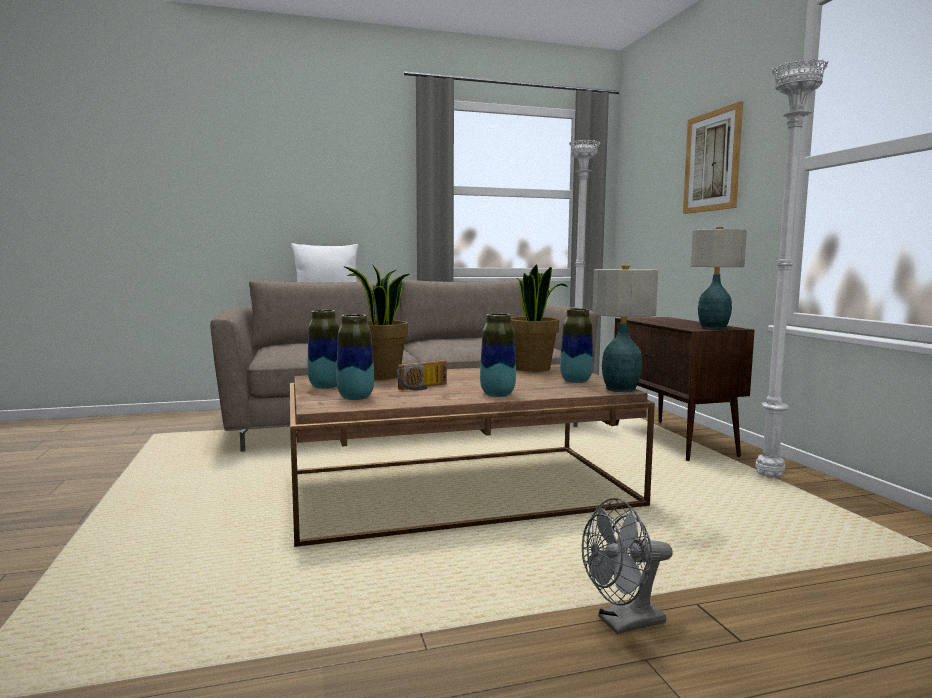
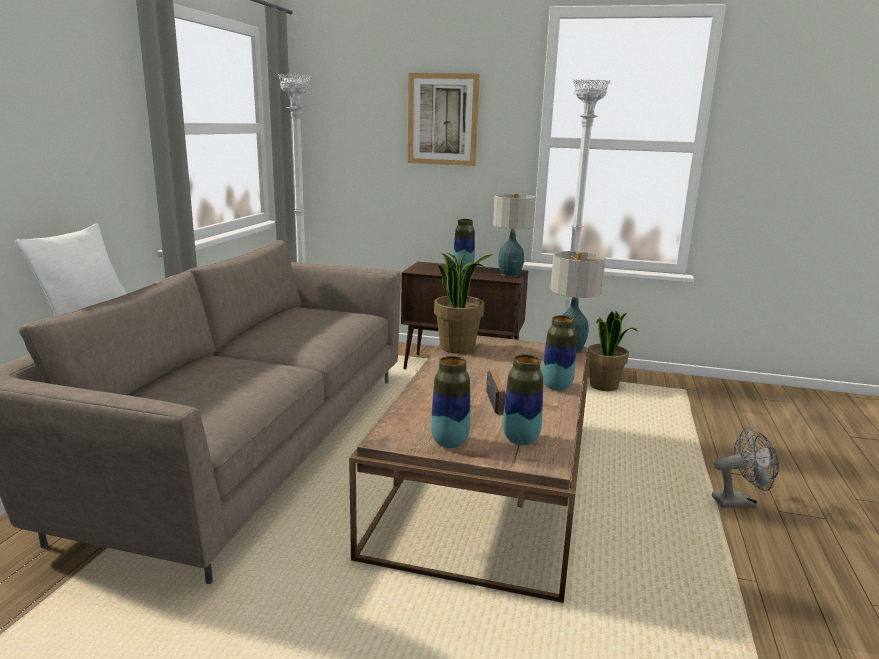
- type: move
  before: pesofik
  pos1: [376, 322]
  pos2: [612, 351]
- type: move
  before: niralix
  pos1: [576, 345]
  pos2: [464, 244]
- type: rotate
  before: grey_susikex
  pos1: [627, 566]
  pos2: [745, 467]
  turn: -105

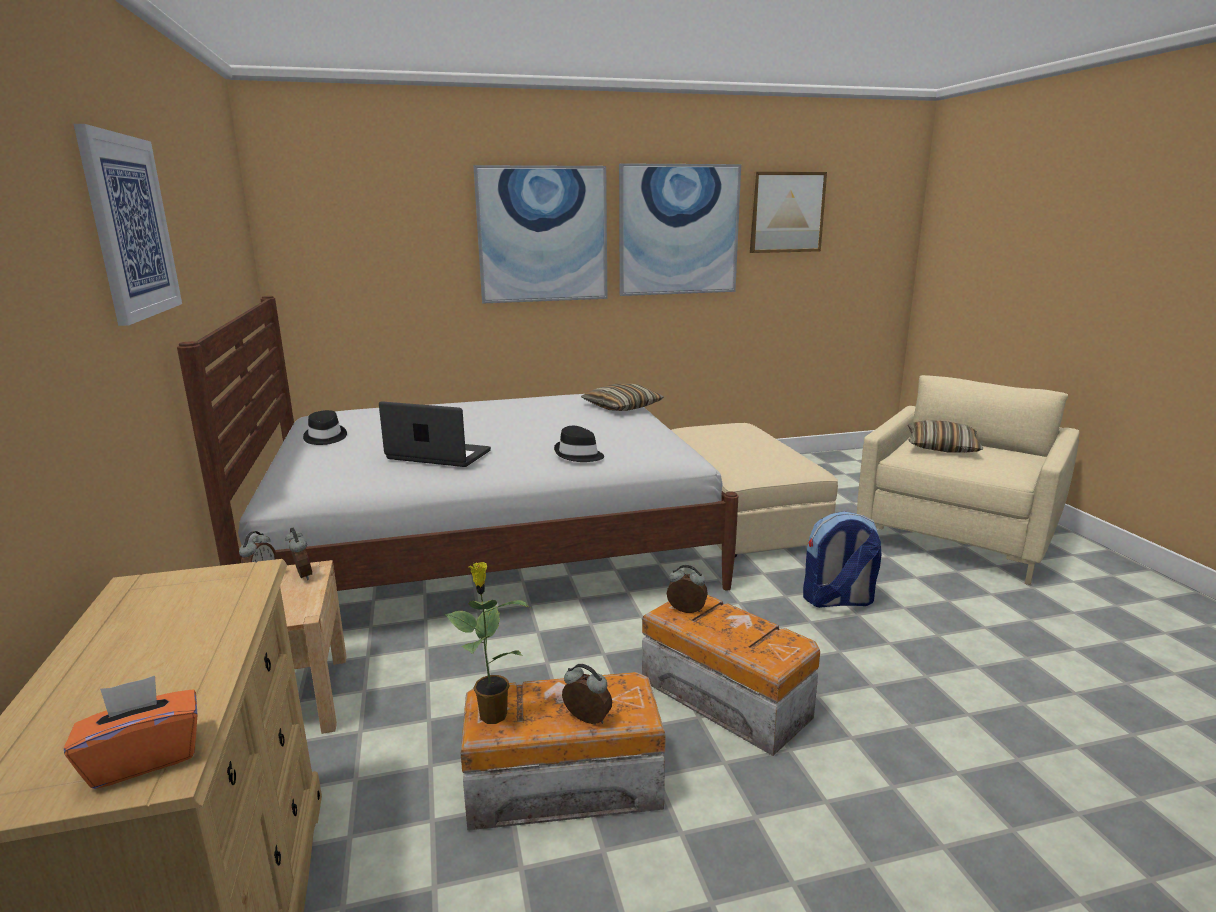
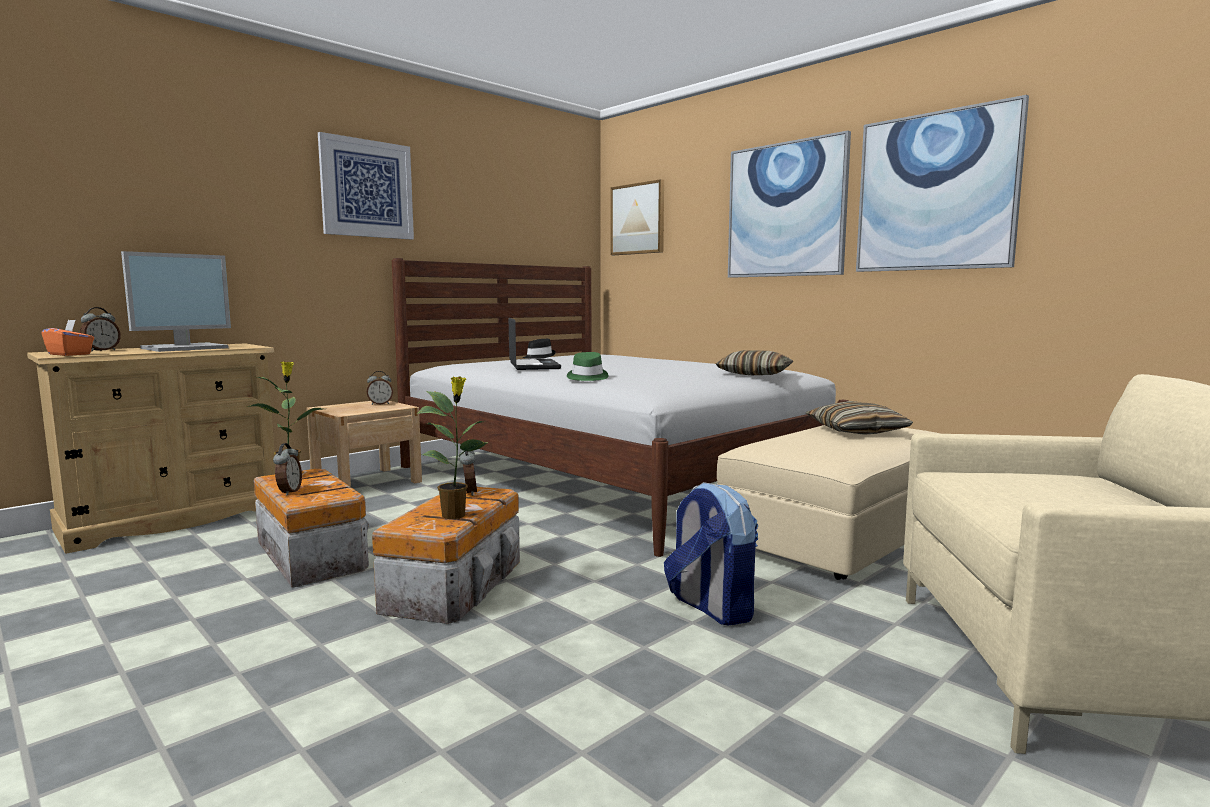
- type: move
  before: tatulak
  pos1: [298, 553]
  pos2: [100, 329]
- type: recolor
  before: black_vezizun
  after: green_vezizun
  pos1: [579, 444]
  pos2: [588, 366]
- type: move
  before: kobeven
  pos1: [788, 212]
  pos2: [637, 217]
- type: move
  before: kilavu
  pos1: [945, 436]
  pos2: [859, 418]
- type: insert
  after: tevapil
  pos2: [176, 301]
- type: insert
  after: pesofik
  pos2: [452, 447]

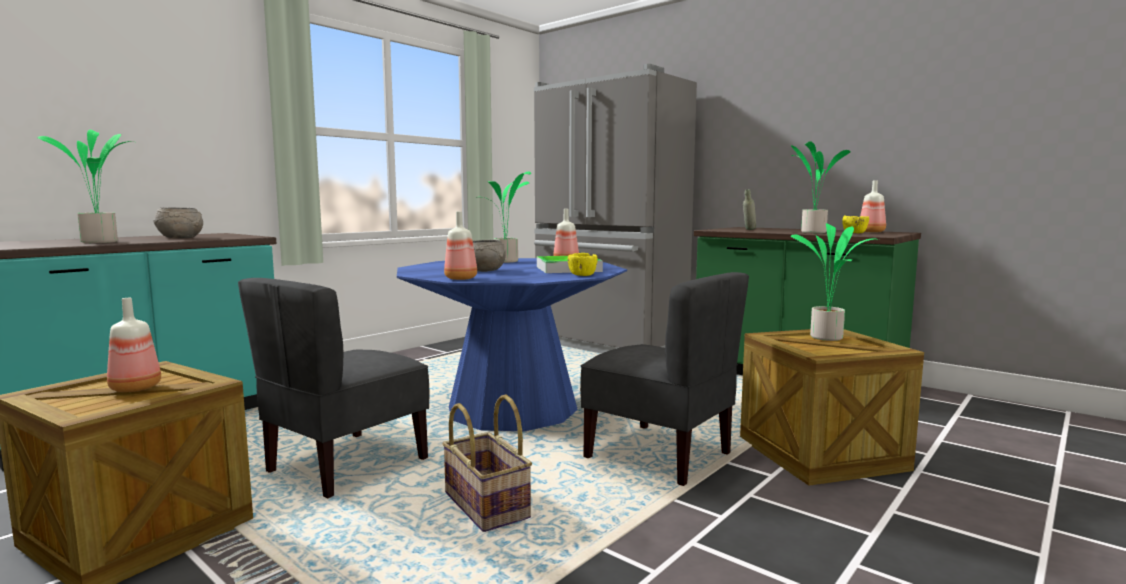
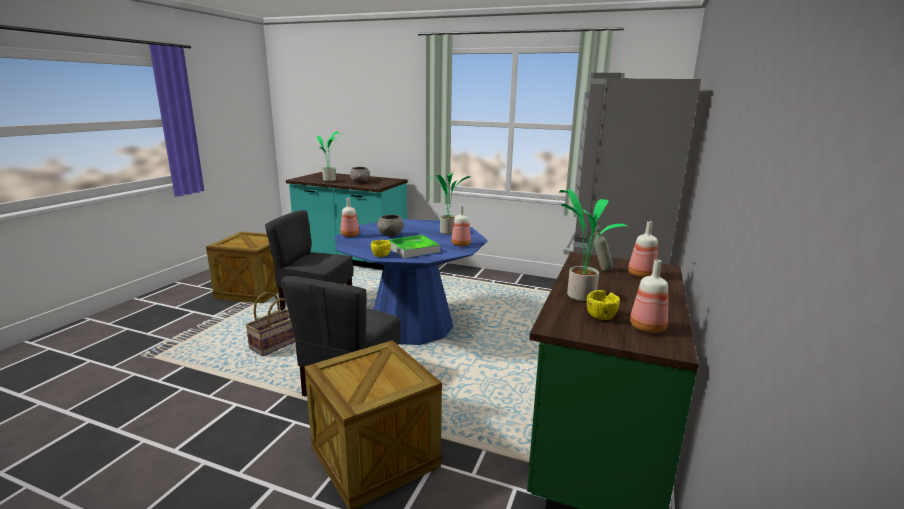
- type: move
  before: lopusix
  pos1: [134, 345]
  pos2: [643, 249]
- type: delete
  before: pesofik
  pos1: [835, 282]

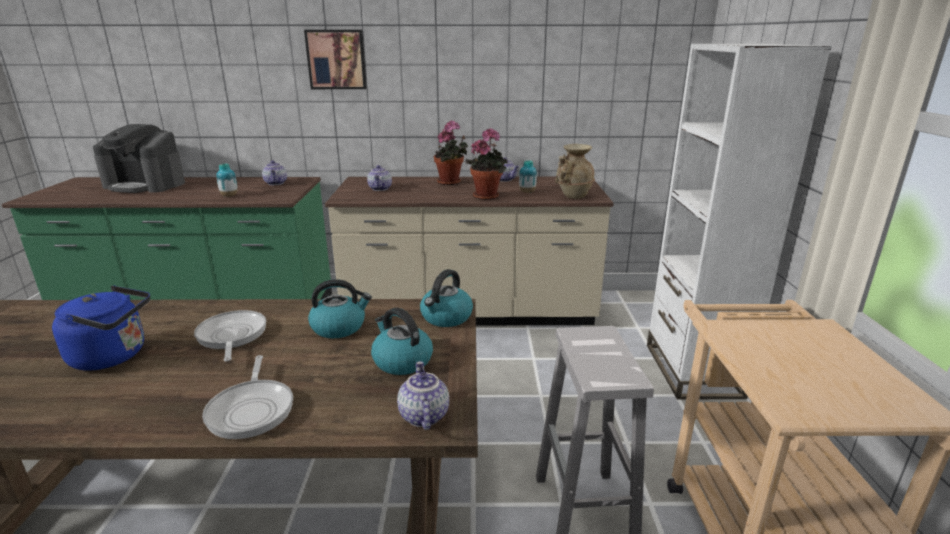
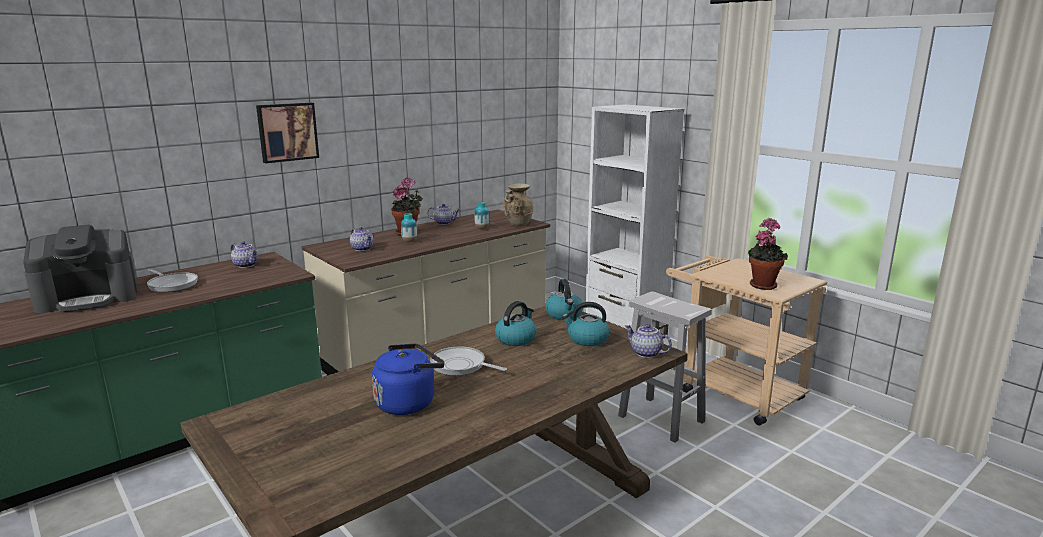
- type: move
  before: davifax
  pos1: [247, 397]
  pos2: [172, 280]
- type: move
  before: niralix
  pos1: [227, 180]
  pos2: [409, 227]
- type: move
  before: pesofik
  pos1: [486, 164]
  pos2: [768, 254]

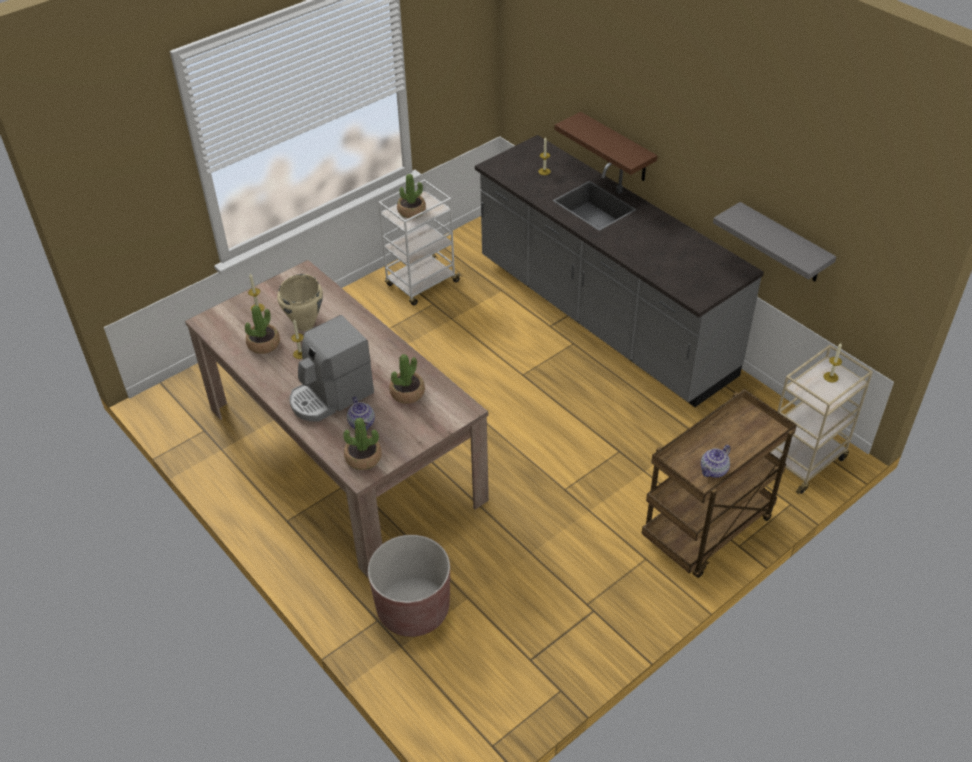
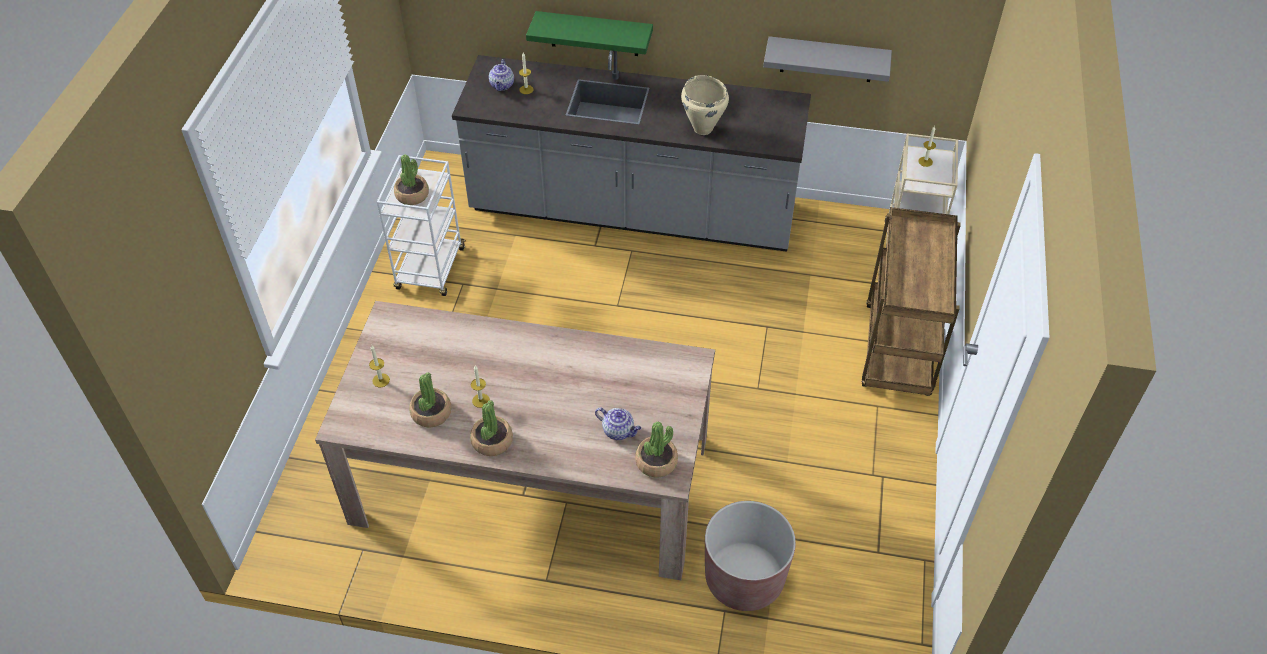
- type: move
  before: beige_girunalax
  pos1: [300, 302]
  pos2: [705, 105]
- type: delete
  before: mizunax
  pos1: [331, 368]
- type: move
  before: pesofik
  pos1: [407, 379]
  pos2: [491, 428]
- type: recolor
  before: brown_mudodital
  after: green_mudodital
  pos1: [606, 146]
  pos2: [589, 33]
- type: move
  before: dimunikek
  pos1: [716, 461]
  pos2: [501, 75]

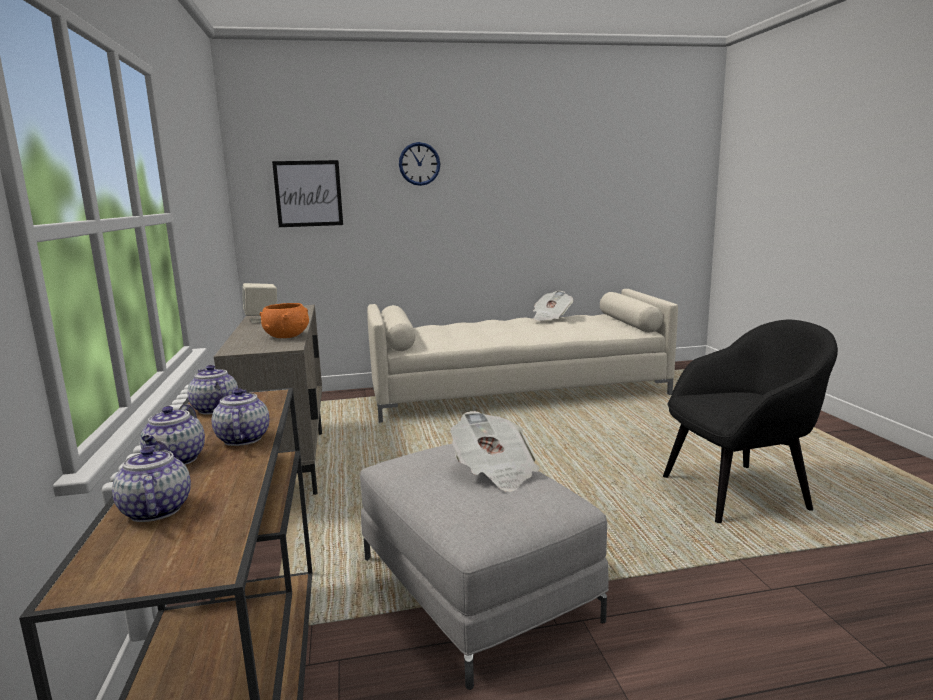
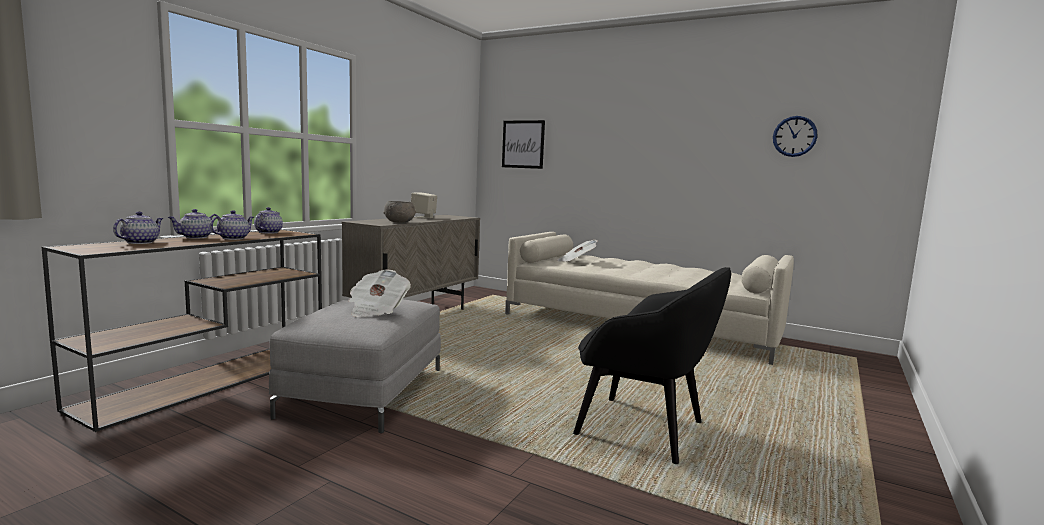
- type: recolor
  before: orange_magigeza
  after: grey_magigeza
  pos1: [284, 320]
  pos2: [399, 212]
- type: move
  before: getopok
  pos1: [419, 164]
  pos2: [795, 136]
- type: move
  before: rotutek
  pos1: [553, 306]
  pos2: [577, 251]

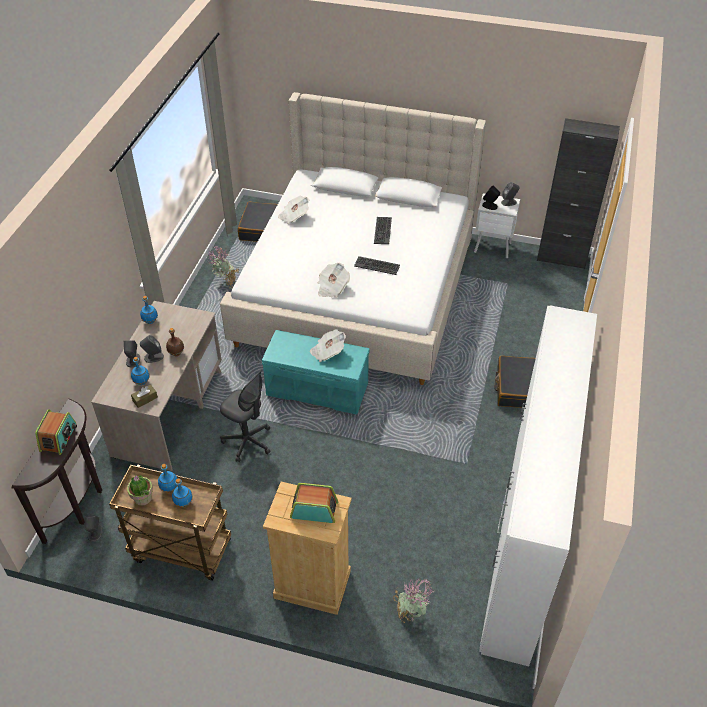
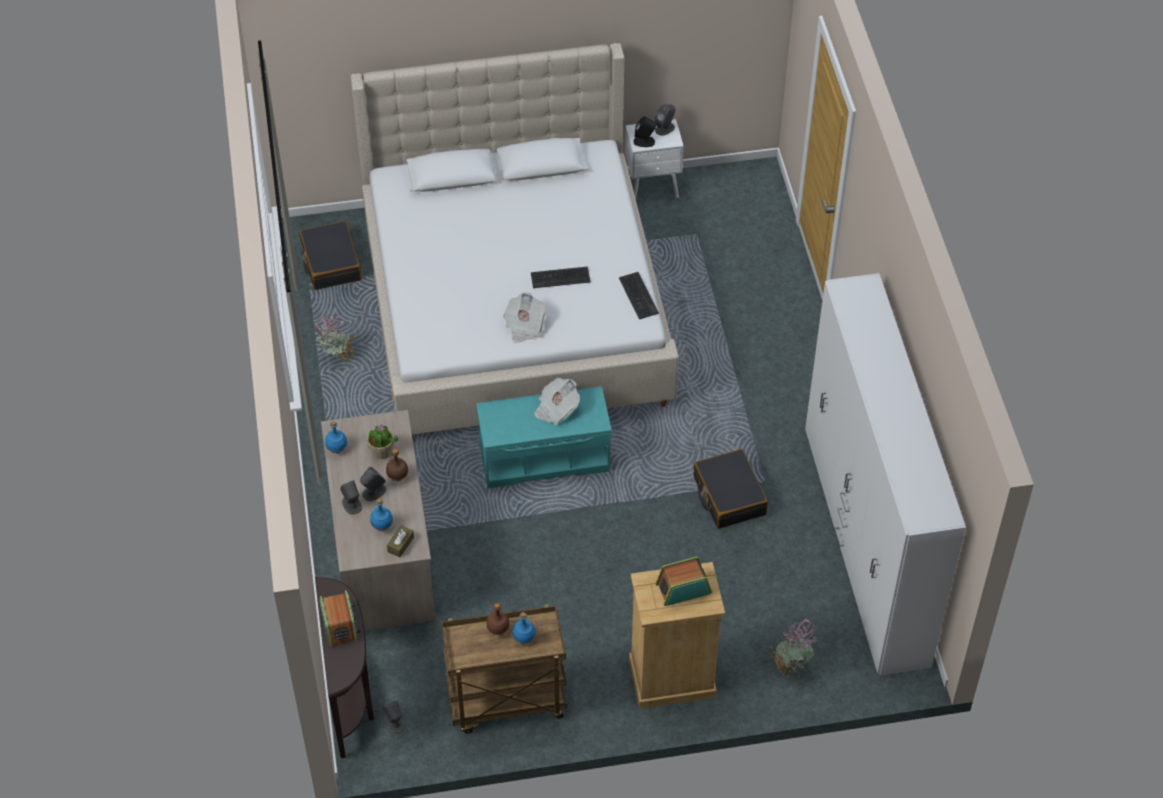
- type: move
  before: pesofik
  pos1: [140, 490]
  pos2: [382, 442]
- type: recolor
  before: blue_lopusix
  after: brown_lopusix
  pos1: [168, 478]
  pos2: [498, 619]
- type: delete
  before: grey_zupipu
  pos1: [245, 416]
- type: delete
  before: rotutek
  pos1: [294, 209]
- type: move
  before: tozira
  pos1: [383, 230]
  pos2: [639, 295]
- type: move
  before: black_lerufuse
  pos1: [515, 382]
  pos2: [730, 489]
- type: delete
  before: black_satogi
  pos1: [578, 193]

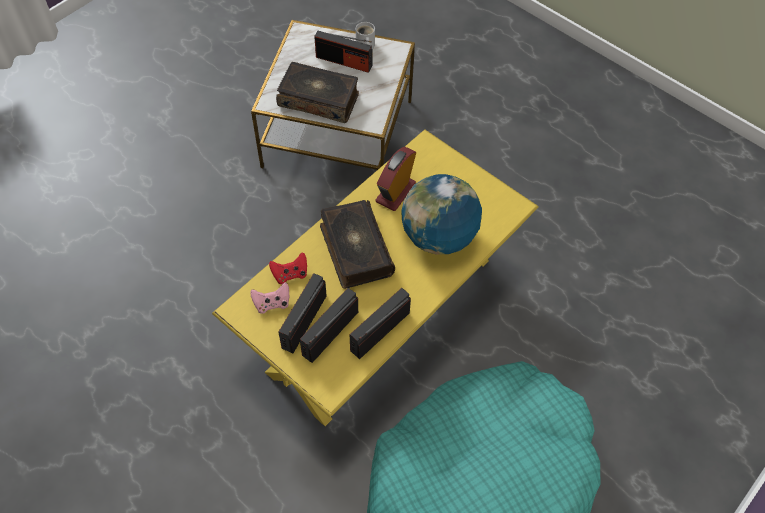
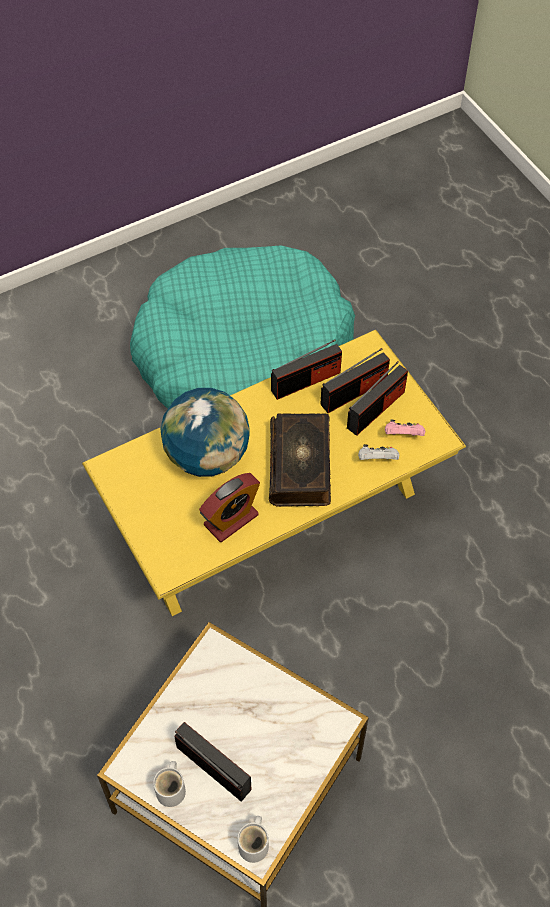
- type: recolor
  before: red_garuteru
  after: white_garuteru
  pos1: [288, 268]
  pos2: [378, 452]
- type: delete
  before: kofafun
  pos1: [317, 92]
- type: insert
  after: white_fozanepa
  pos2: [253, 839]

